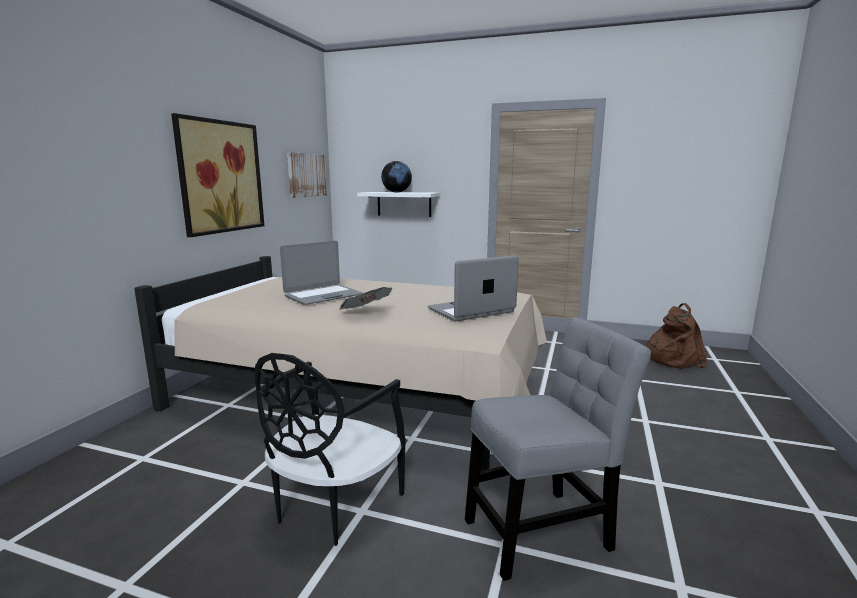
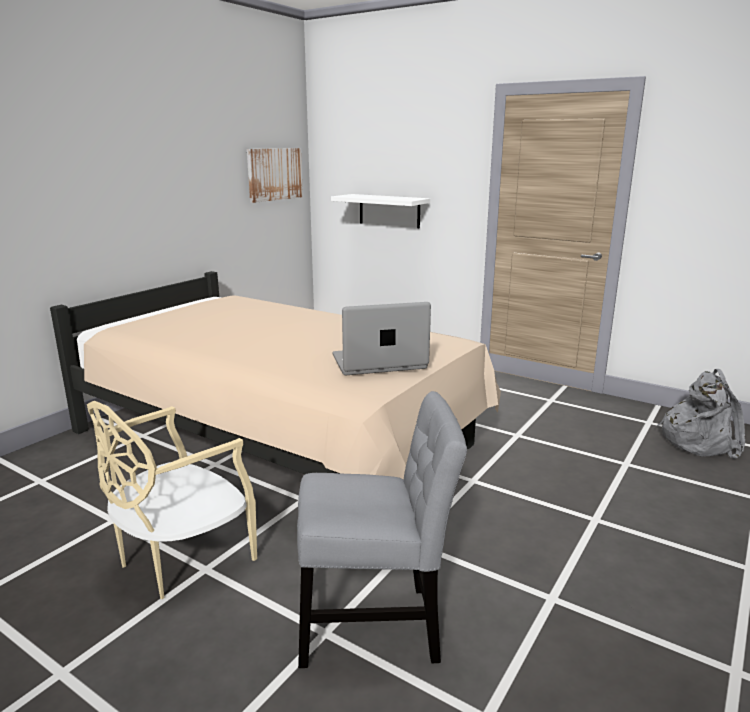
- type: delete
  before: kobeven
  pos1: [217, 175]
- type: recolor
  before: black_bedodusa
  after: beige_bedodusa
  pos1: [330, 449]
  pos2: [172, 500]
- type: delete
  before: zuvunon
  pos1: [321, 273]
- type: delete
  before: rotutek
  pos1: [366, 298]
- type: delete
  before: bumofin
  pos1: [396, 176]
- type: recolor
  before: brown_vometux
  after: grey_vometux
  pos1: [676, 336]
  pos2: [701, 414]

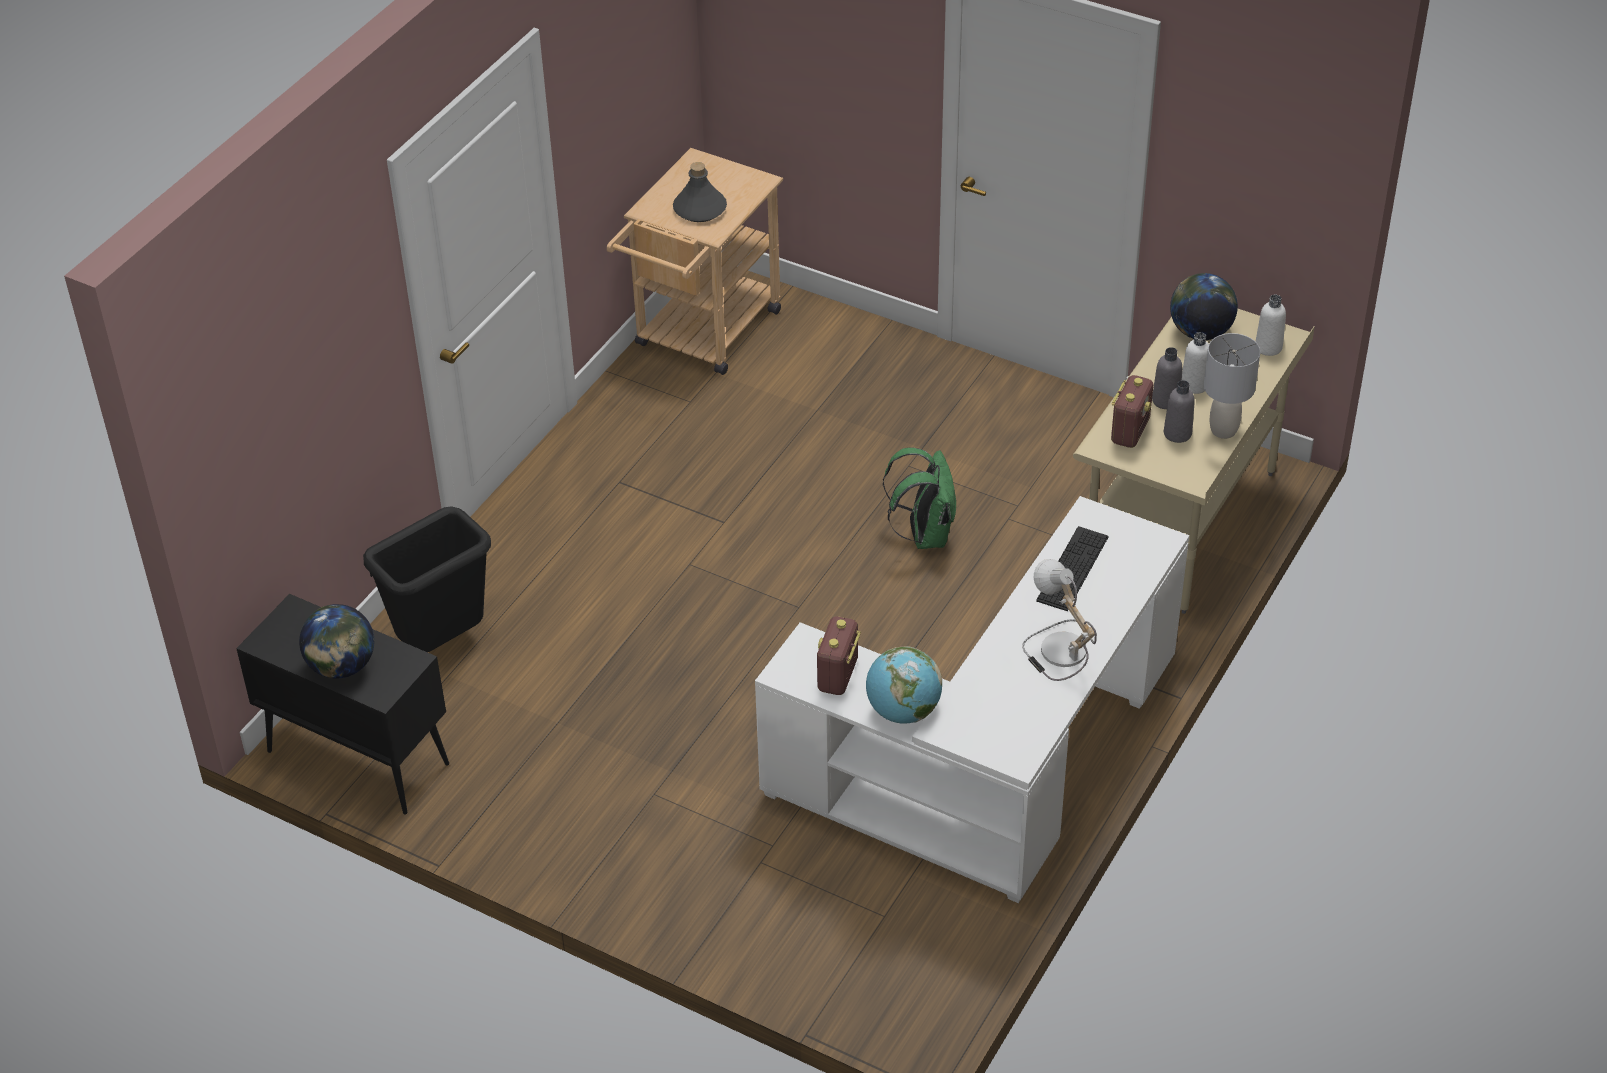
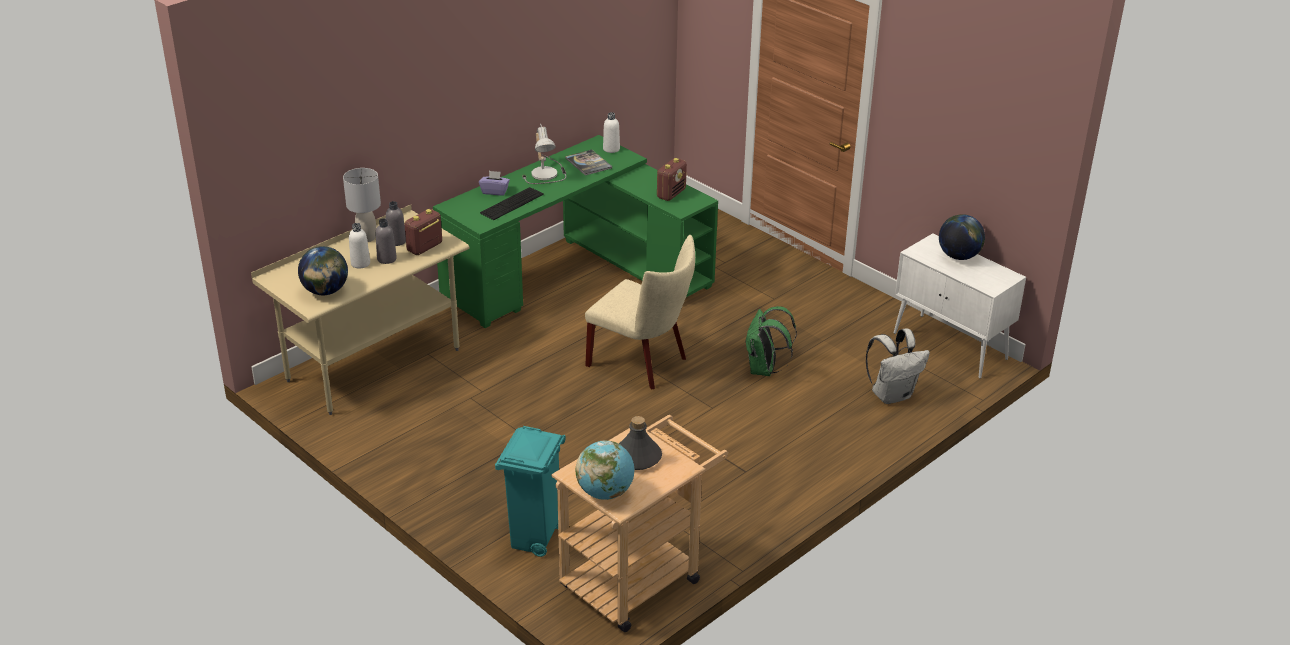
- type: recolor
  before: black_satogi
  after: white_satogi
  pos1: [342, 704]
  pos2: [960, 306]
- type: replace
  before: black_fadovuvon
  after: white_vometux
  pos1: [427, 579]
  pos2: [898, 366]
- type: recolor
  before: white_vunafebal
  after: green_vunafebal
  pos1: [972, 699]
  pos2: [575, 231]
- type: move
  before: bumofin
  pos1: [904, 685]
  pos2: [605, 470]
- type: move
  before: green_vometux
  pos1: [919, 498]
  pos2: [771, 341]
- type: move
  before: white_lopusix
  pos1: [1270, 325]
  pos2: [611, 132]
- type: insert
  after: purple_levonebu
  pos2: [494, 183]
- type: insert
  after: turquoise_fadovuvon
  pos2: [530, 491]
- type: insert
  after: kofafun
  pos2: [588, 163]
- type: insert
  after: beige_bedodusa
  pos2: [640, 312]

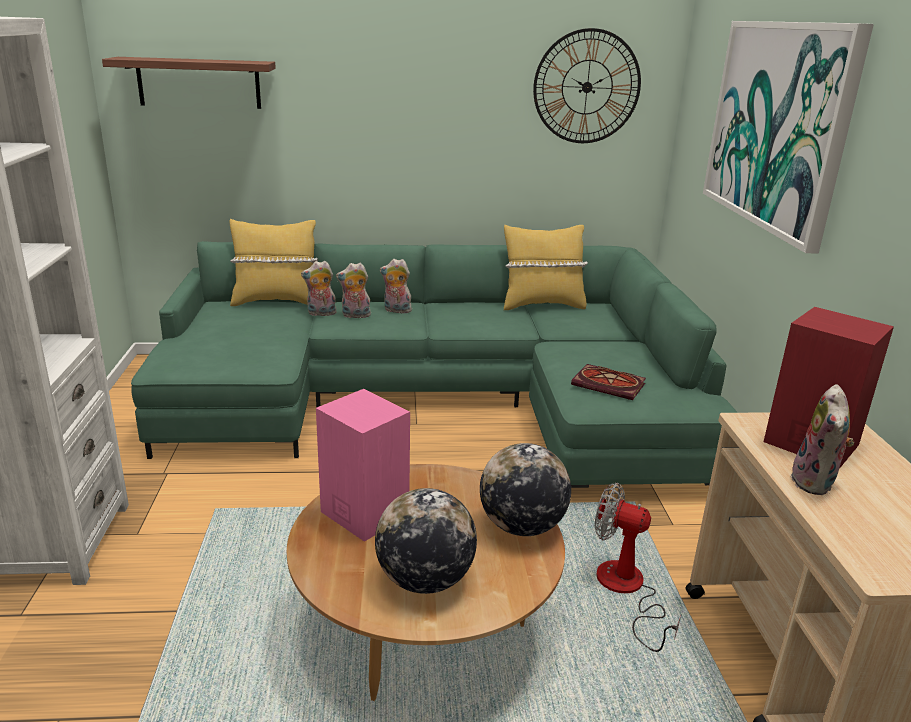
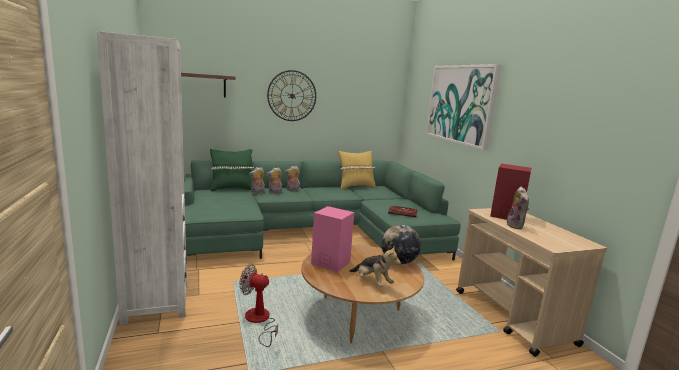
- type: recolor
  before: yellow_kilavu
  after: green_kilavu
  pos1: [273, 262]
  pos2: [232, 170]
- type: replace
  before: bumofin
  after: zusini
  pos1: [426, 541]
  pos2: [375, 266]
- type: move
  before: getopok
  pos1: [587, 85]
  pos2: [291, 95]
- type: move
  before: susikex
  pos1: [638, 567]
  pos2: [259, 305]

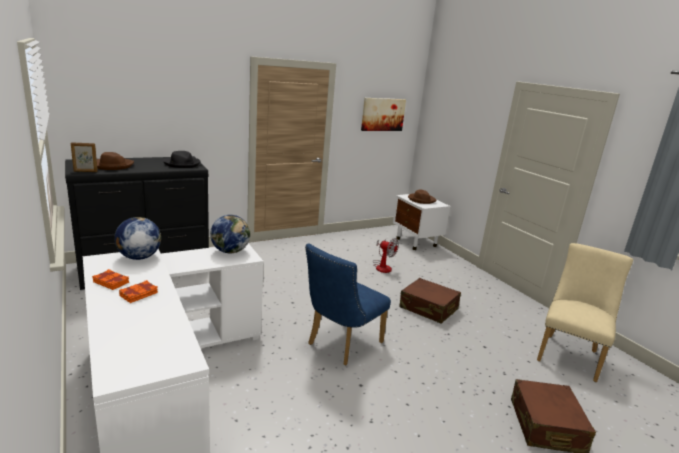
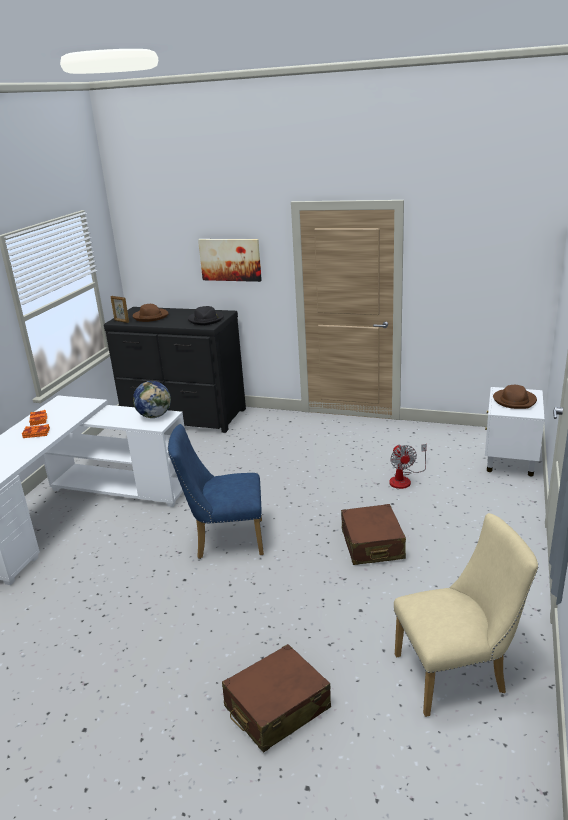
- type: delete
  before: bumofin
  pos1: [137, 238]
- type: move
  before: kobeven
  pos1: [383, 114]
  pos2: [230, 260]

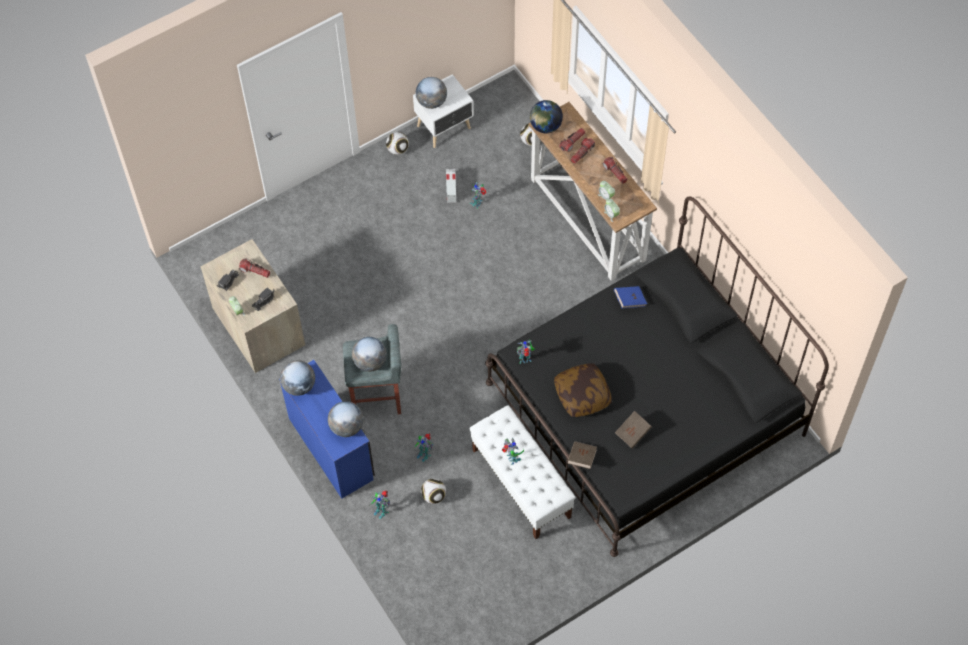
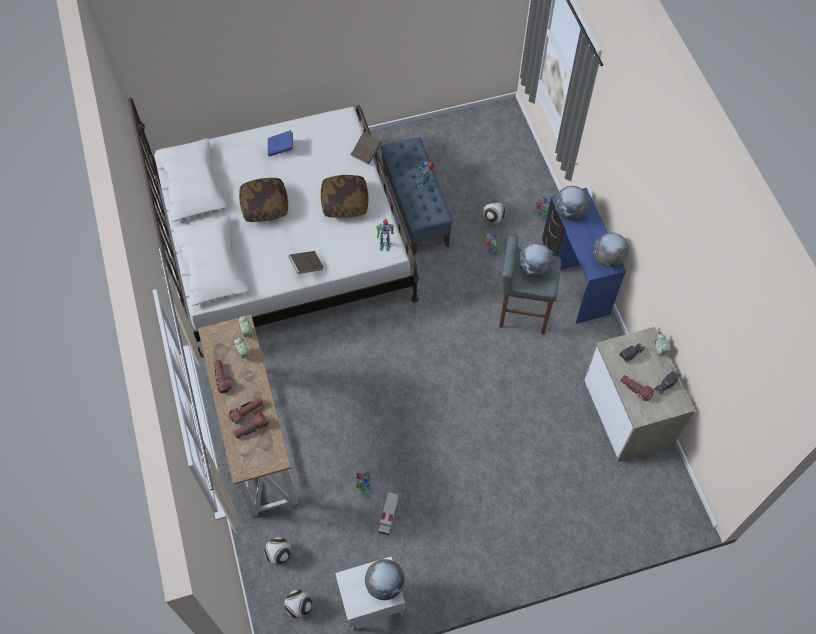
- type: move
  before: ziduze
  pos1: [397, 143]
  pos2: [298, 604]
- type: recolor
  before: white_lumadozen
  after: blue_lumadozen
  pos1: [522, 472]
  pos2: [417, 196]
- type: recolor
  before: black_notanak
  after: white_notanak
  pos1: [657, 376]
  pos2: [273, 227]
- type: delete
  before: bumofin
  pos1: [546, 116]
- type: move
  before: blue_kofafun
  pos1: [630, 297]
  pos2: [280, 143]
- type: move
  before: brown_kofafun
  pos1: [633, 430]
  pos2: [306, 262]
- type: insert
  after: kilavu
  pos2: [263, 200]

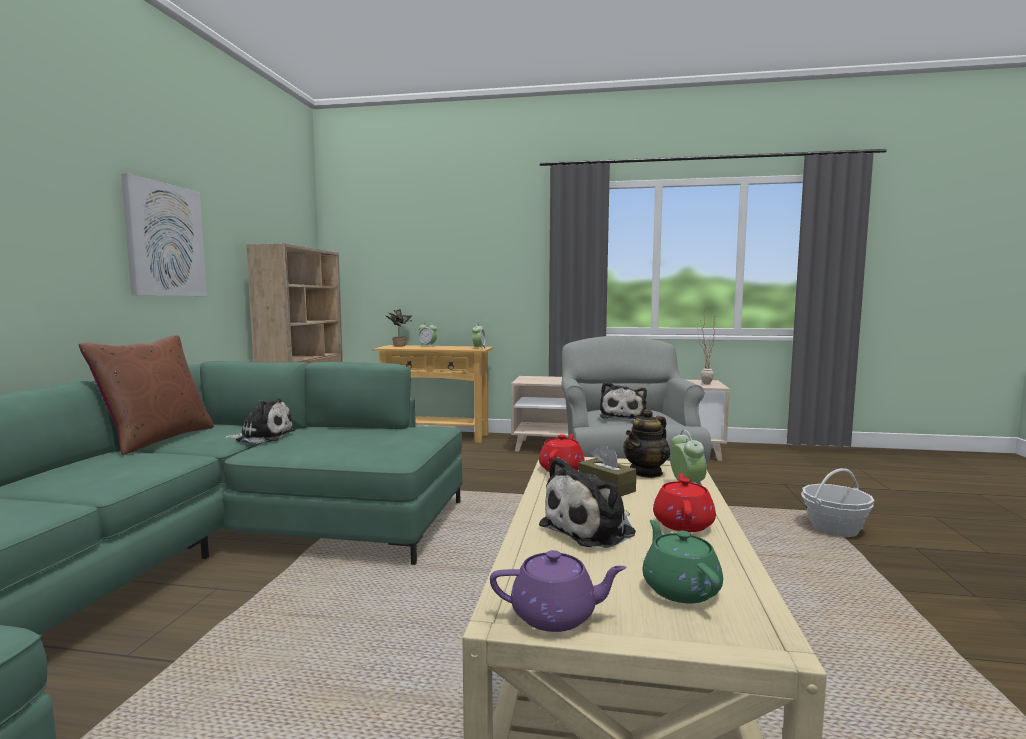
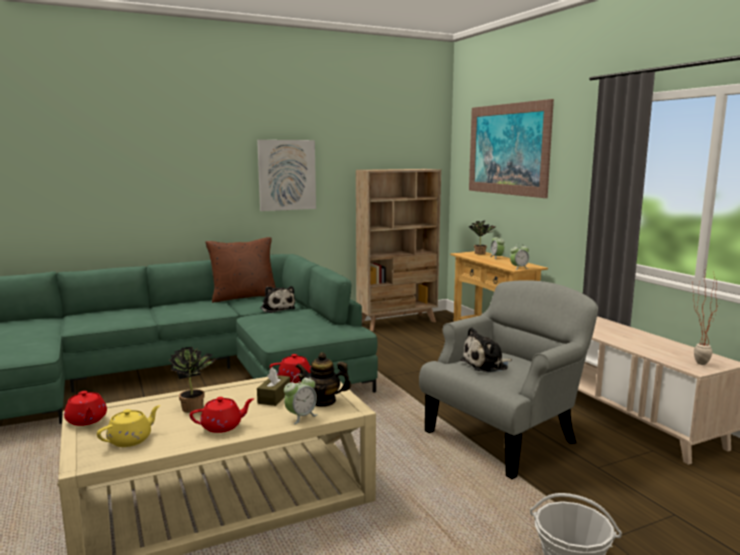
- type: recolor
  before: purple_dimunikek
  after: red_dimunikek
  pos1: [558, 591]
  pos2: [85, 408]
- type: replace
  before: zusini
  after: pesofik
  pos1: [587, 502]
  pos2: [193, 380]
- type: recolor
  before: green_dimunikek
  after: yellow_dimunikek
  pos1: [682, 561]
  pos2: [128, 426]
- type: insert
  after: kobeven
  pos2: [511, 148]

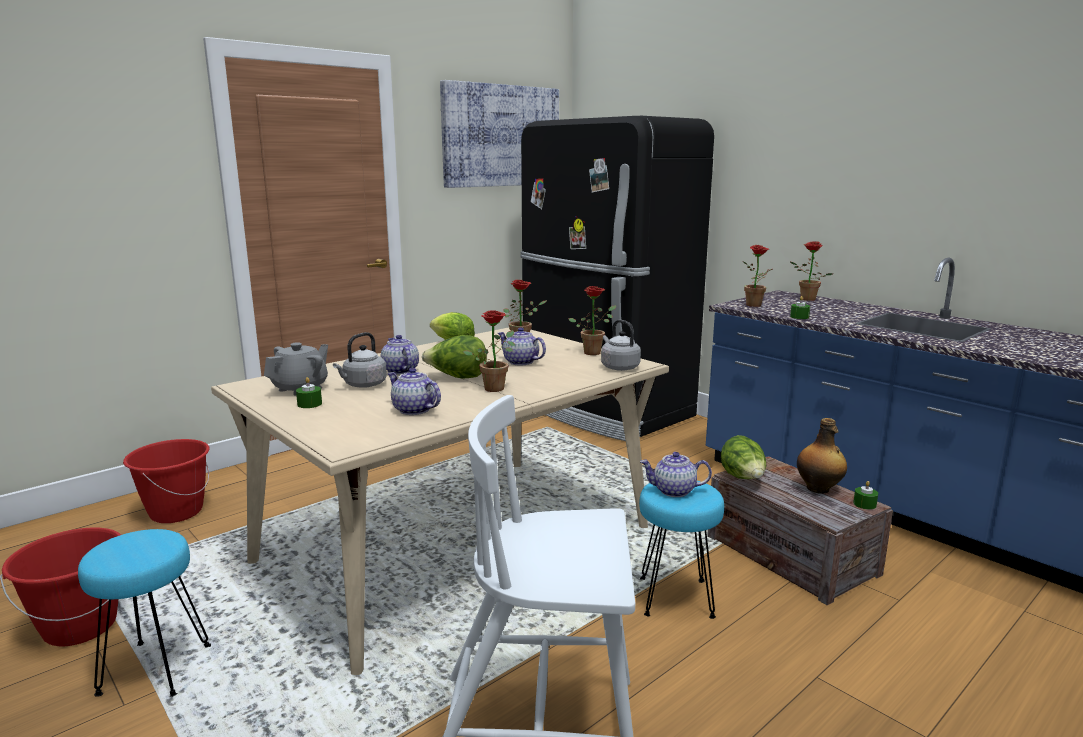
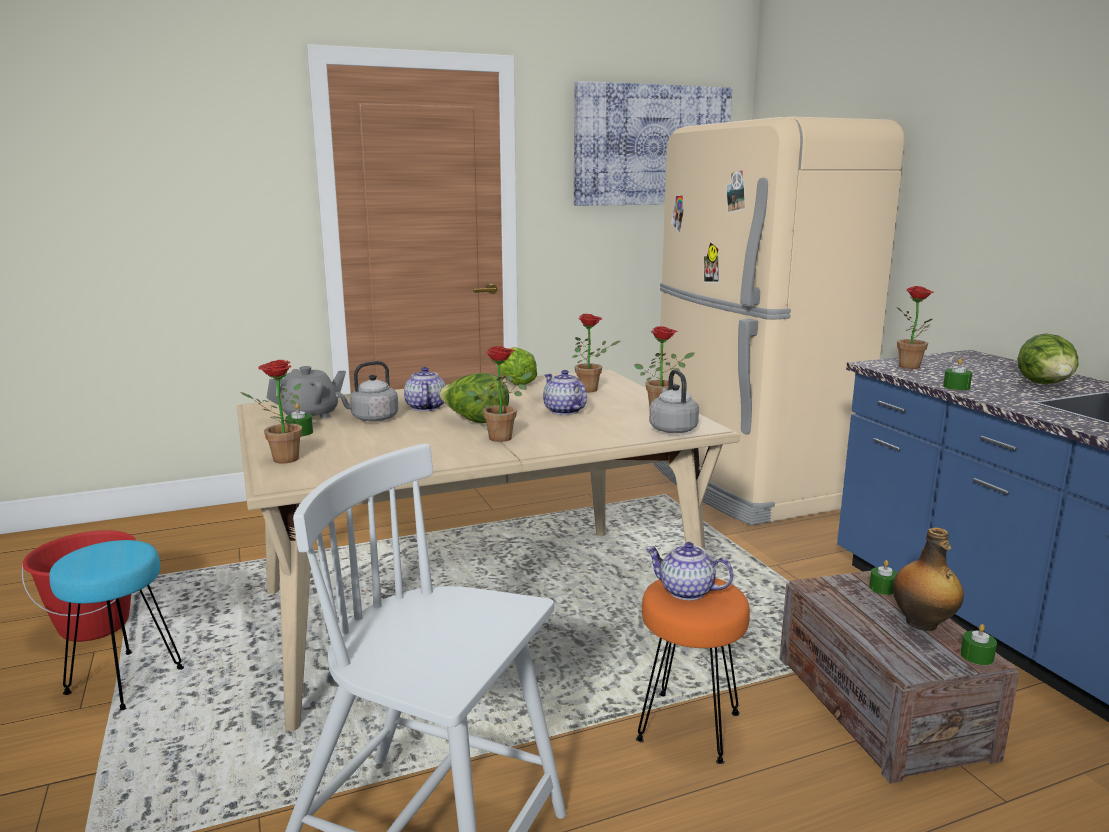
- type: delete
  before: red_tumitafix
  pos1: [166, 481]
- type: delete
  before: dimunikek
  pos1: [414, 391]
- type: recolor
  before: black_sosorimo
  after: beige_sosorimo
  pos1: [617, 278]
  pos2: [779, 321]
- type: recolor
  before: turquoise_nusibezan
  after: orange_nusibezan
  pos1: [681, 550]
  pos2: [693, 671]
- type: move
  before: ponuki
  pos1: [743, 457]
  pos2: [1047, 358]
- type: move
  before: pesofik
  pos1: [811, 271]
  pos2: [271, 412]
- type: insert
  after: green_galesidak
  pos2: [883, 577]

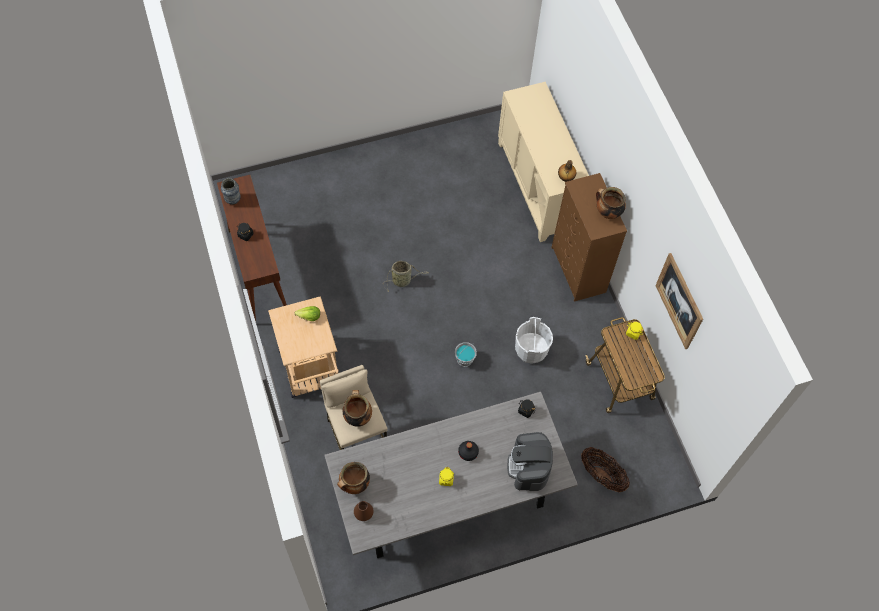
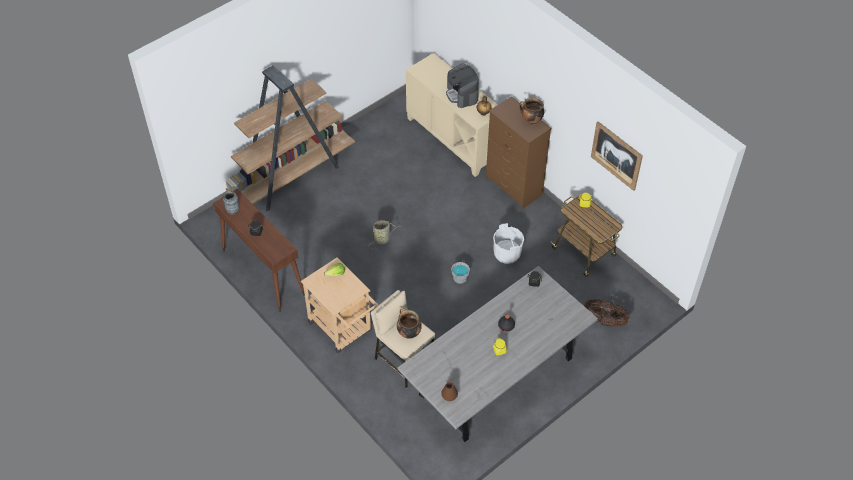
- type: delete
  before: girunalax
  pos1: [353, 478]
- type: move
  before: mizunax
  pos1: [530, 461]
  pos2: [462, 86]
- type: insert
  after: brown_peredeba
  pos2: [290, 138]

